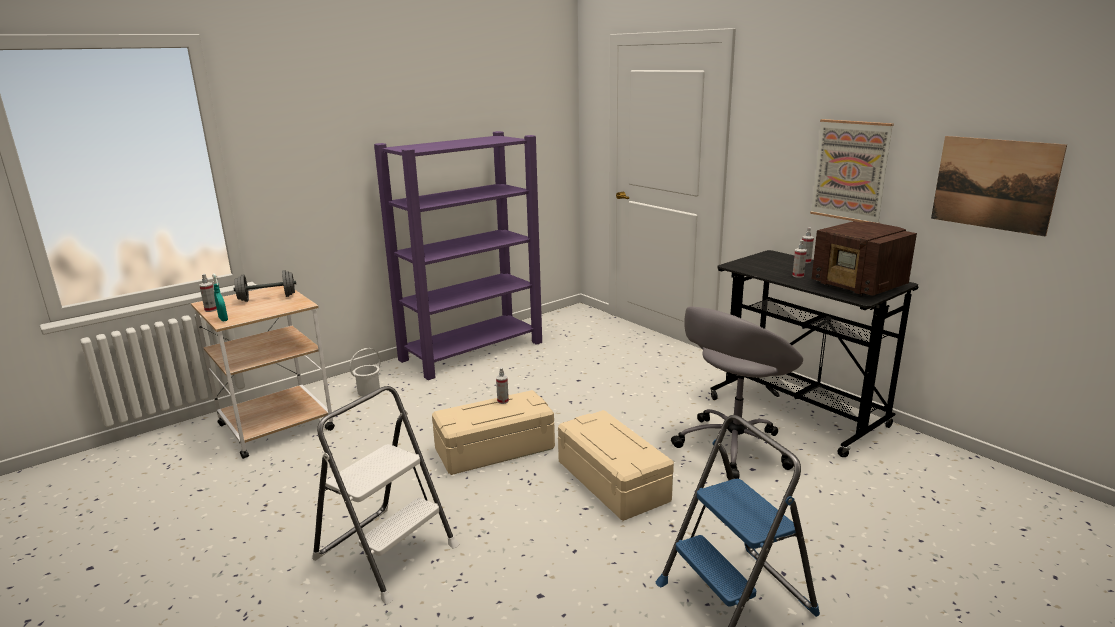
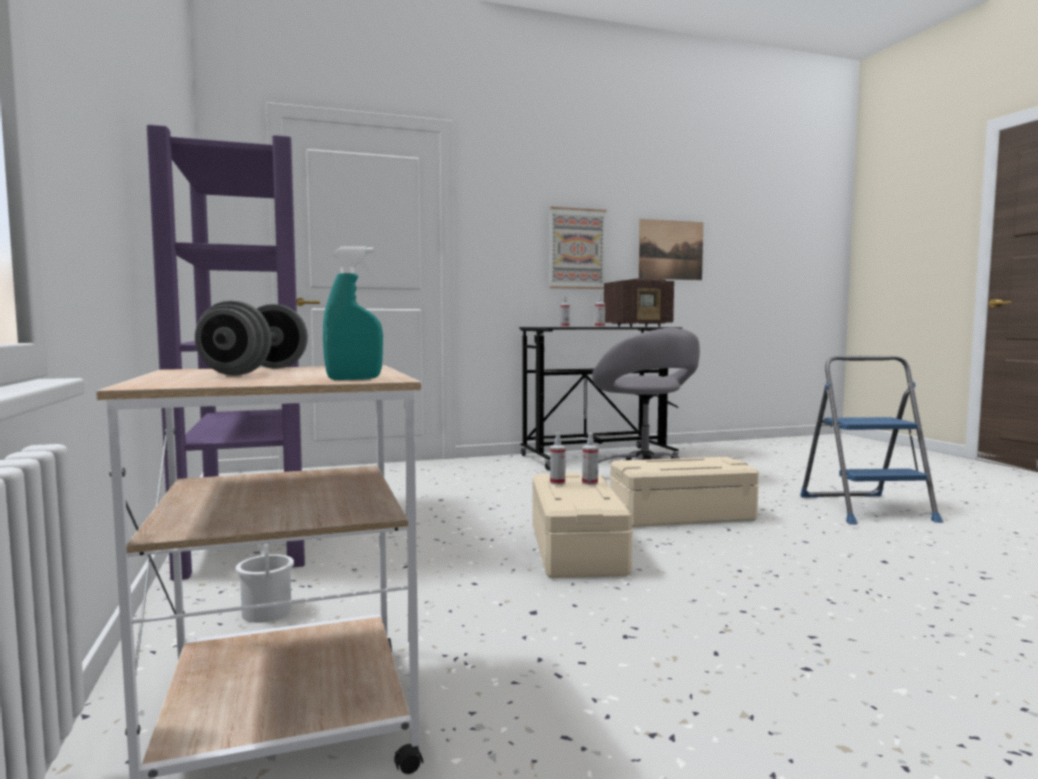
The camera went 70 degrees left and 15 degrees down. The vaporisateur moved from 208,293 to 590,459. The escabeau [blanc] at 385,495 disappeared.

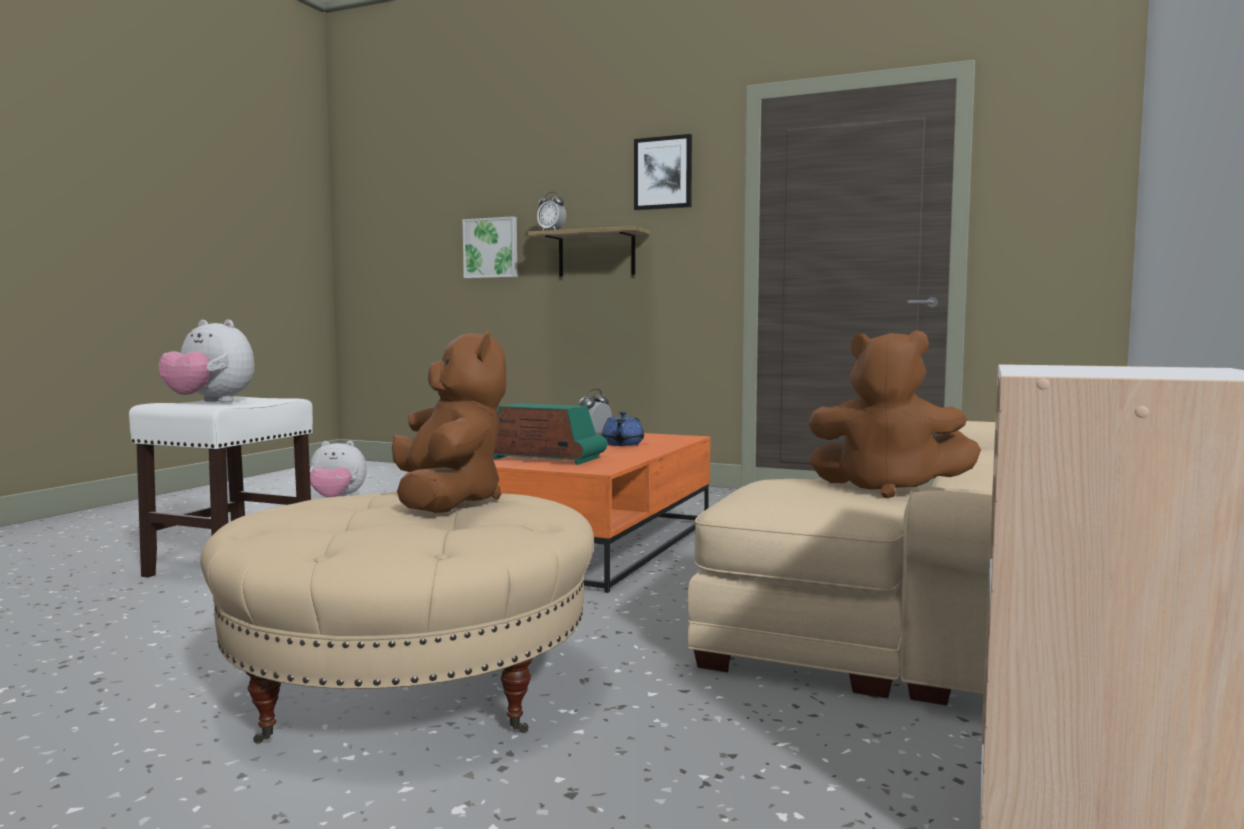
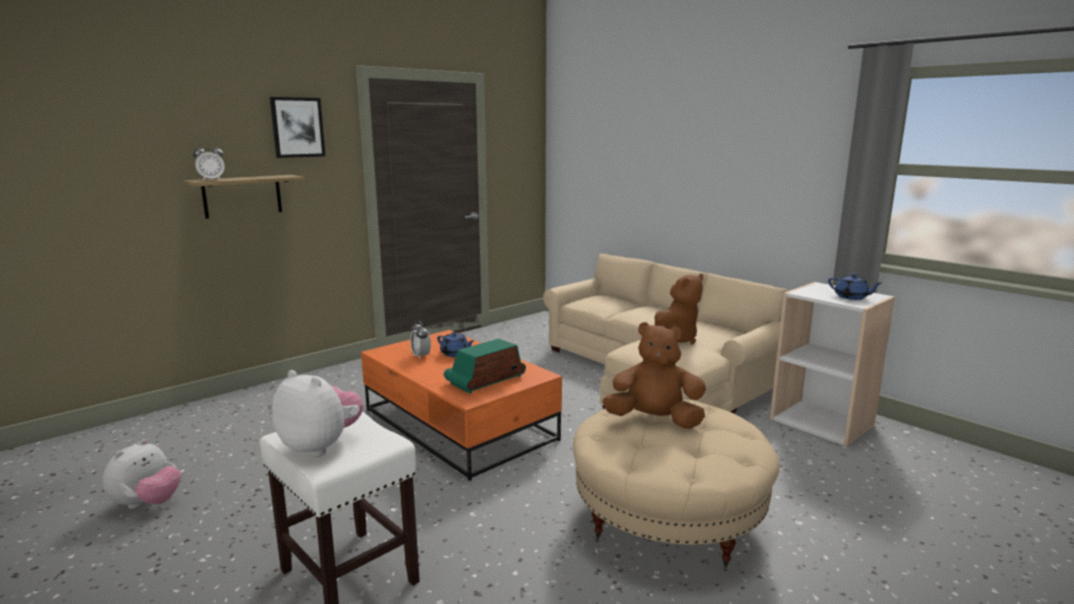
The camera went 65 degrees left and 10 degrees up. The peluche at 206,361 turned 105 degrees counterclockwise. The tableau at 490,247 disappeared. The théière [bleu] at 855,286 appeared.

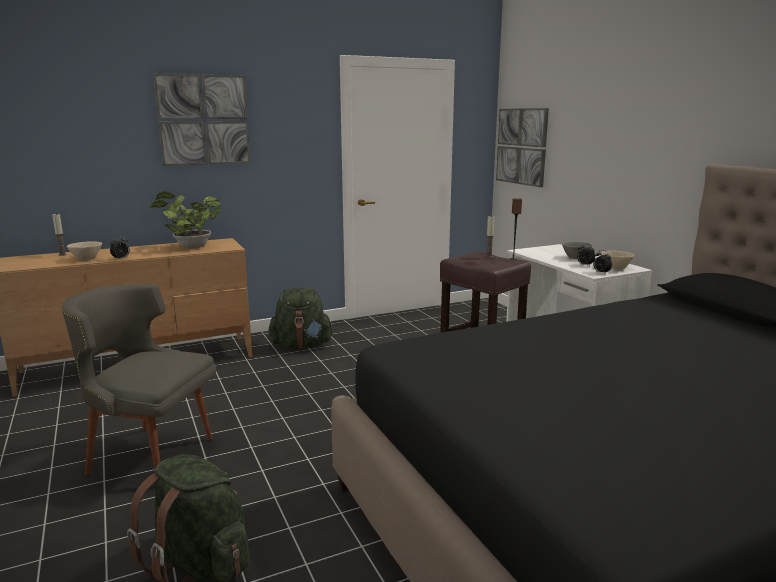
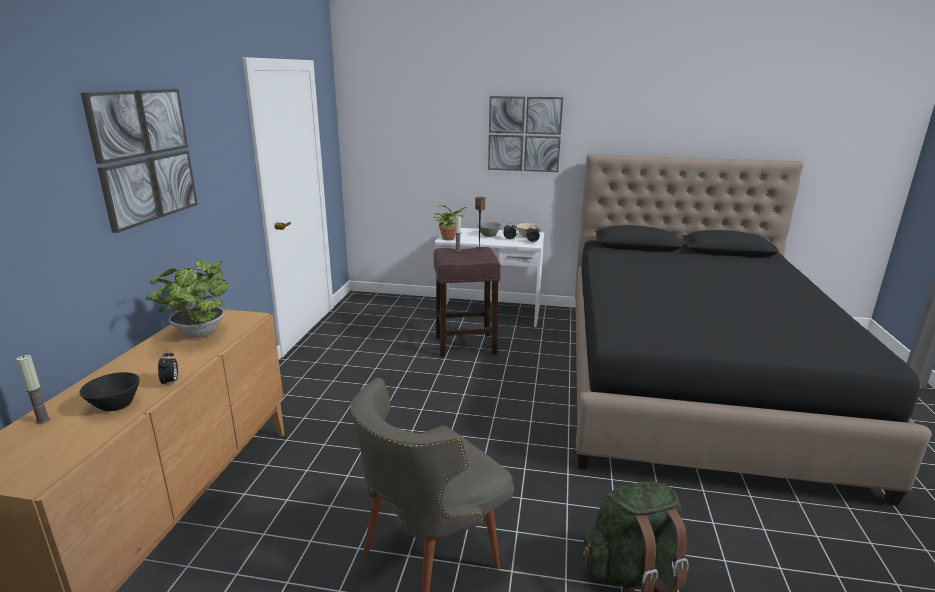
The camera went 55 degrees left and 5 degrees up. The bol [beige] at 84,250 became the bol [noir] at 109,391. The sac à dos [vert] at 301,318 disappeared. The tableau moved from 522,147 to 525,134. The plante en pot at 450,222 appeared.

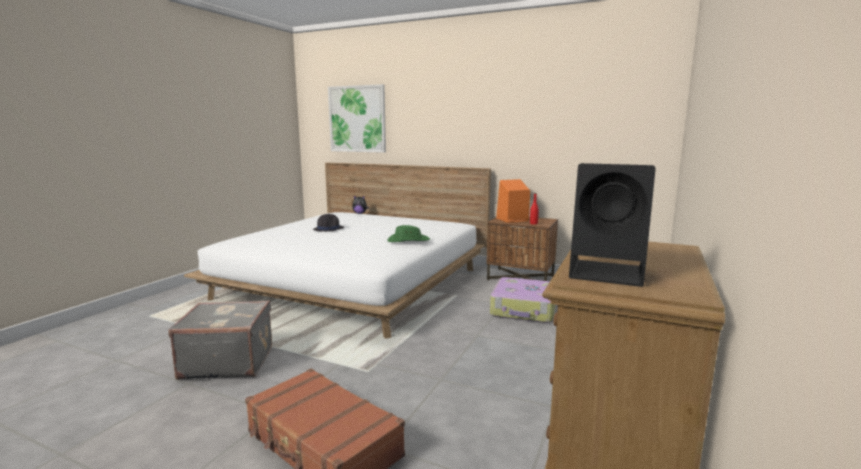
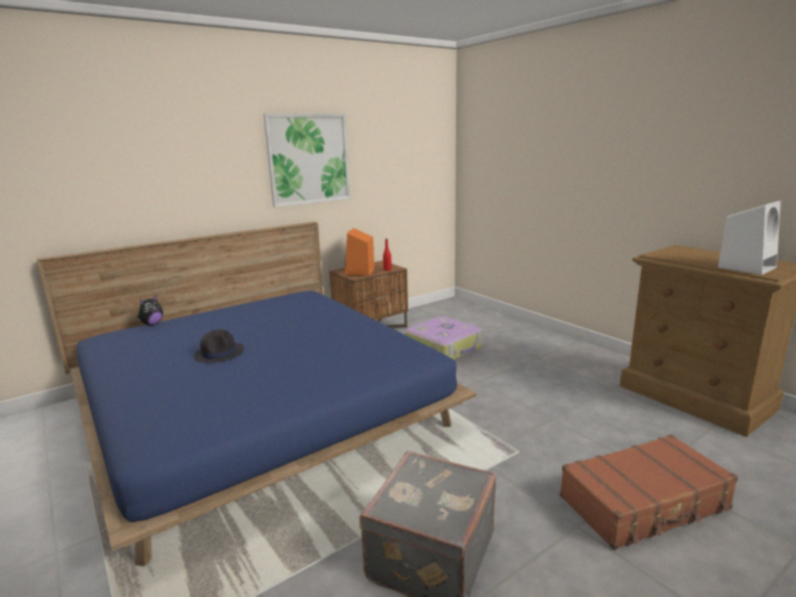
The camera went 60 degrees left and 5 degrees up. The lit [blanc] at 337,250 became the lit [bleu] at 256,394. The tableau moved from 357,118 to 307,160. The chapeau [vert] at 408,233 disappeared. The enceinte [noir] at 612,225 became the enceinte [blanc] at 749,238.

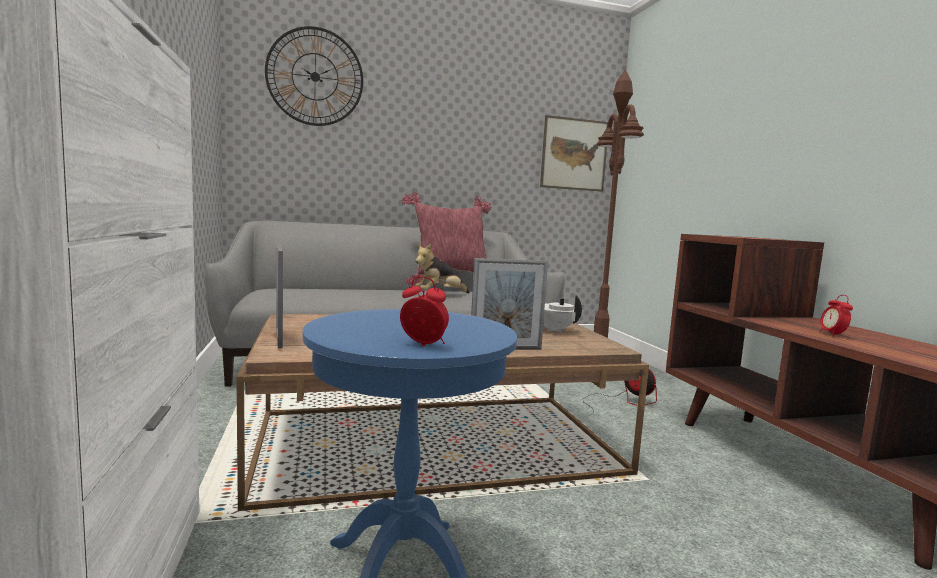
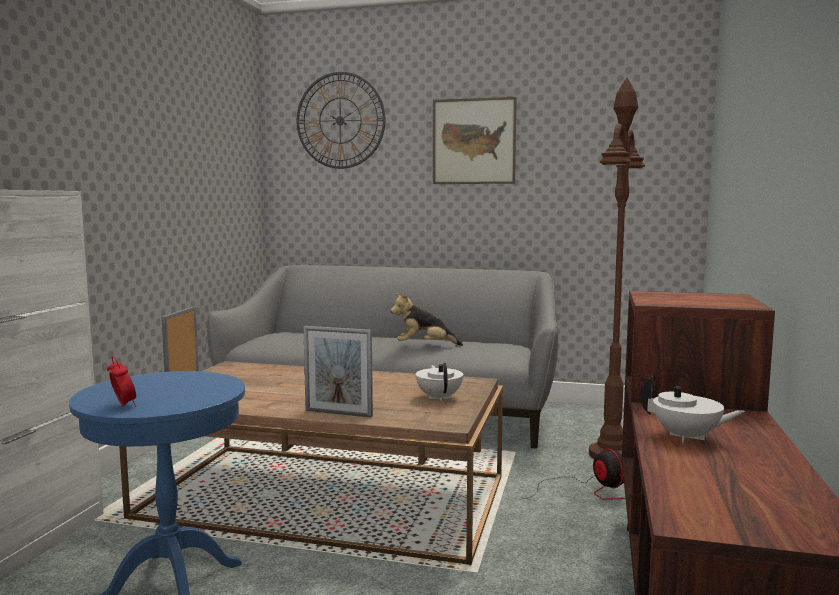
The camera went 30 degrees right and 0 degrees up. The coussin [rouge] at 447,239 disappeared. The tableau moved from 574,153 to 474,140. The réveil at 836,316 was replaced by the théière [blanc] at 692,409.

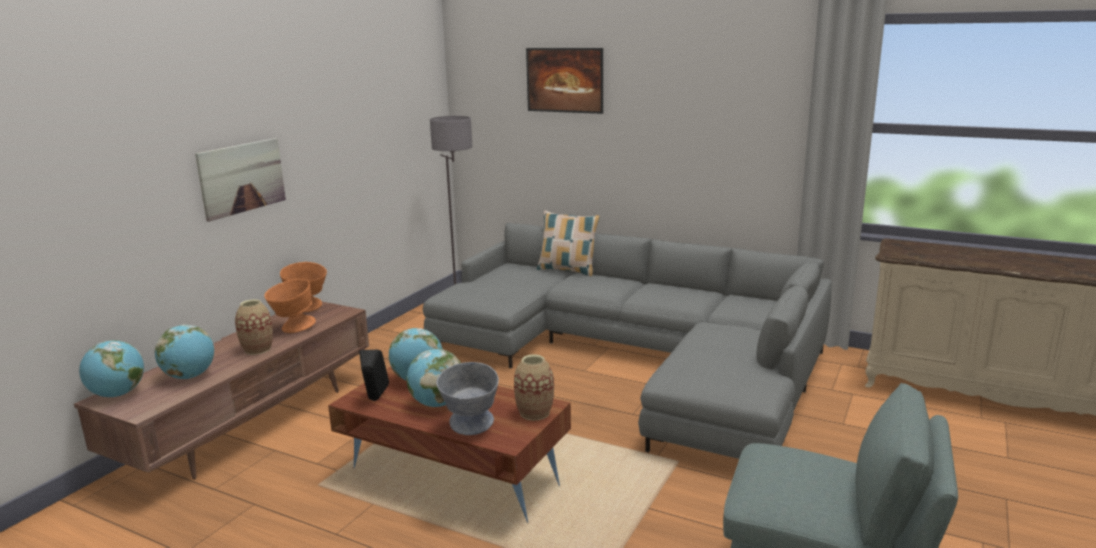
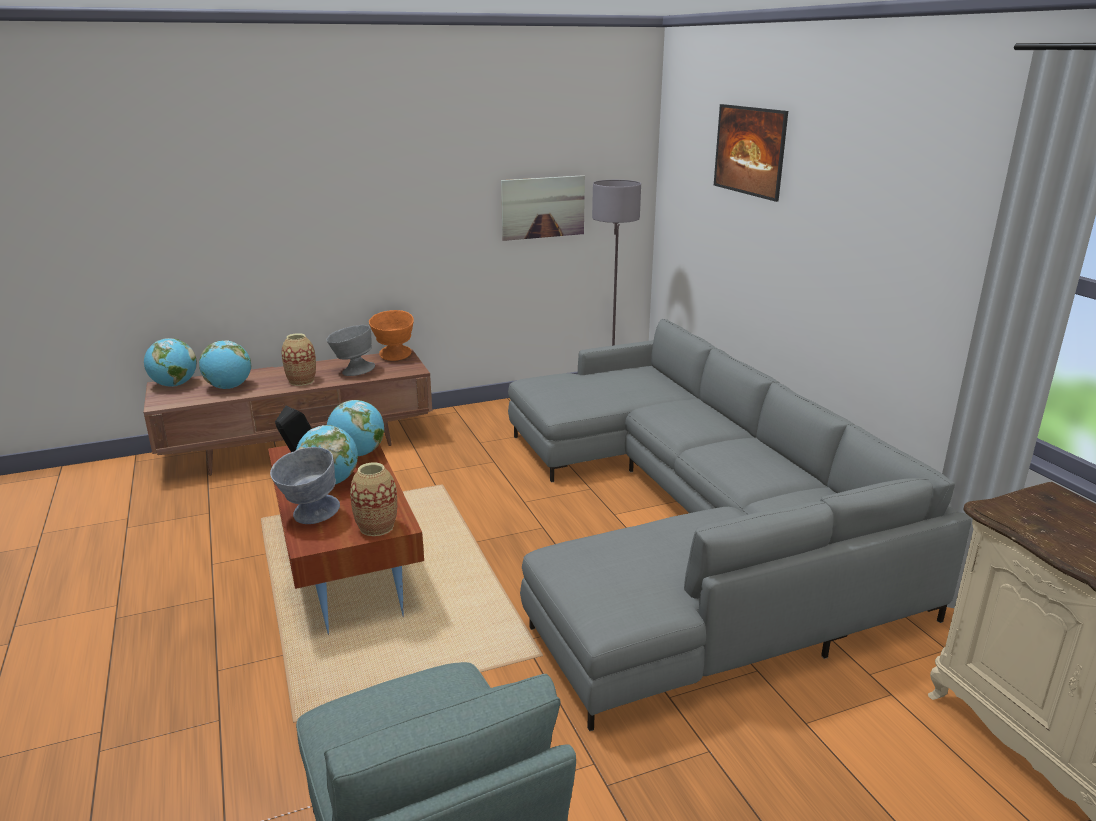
The camera went 40 degrees right and 5 degrees up. The tableau moved from 240,180 to 543,208. The bol [orange] at 290,306 became the bol [gris] at 350,350. The coussin at 568,243 disappeared.

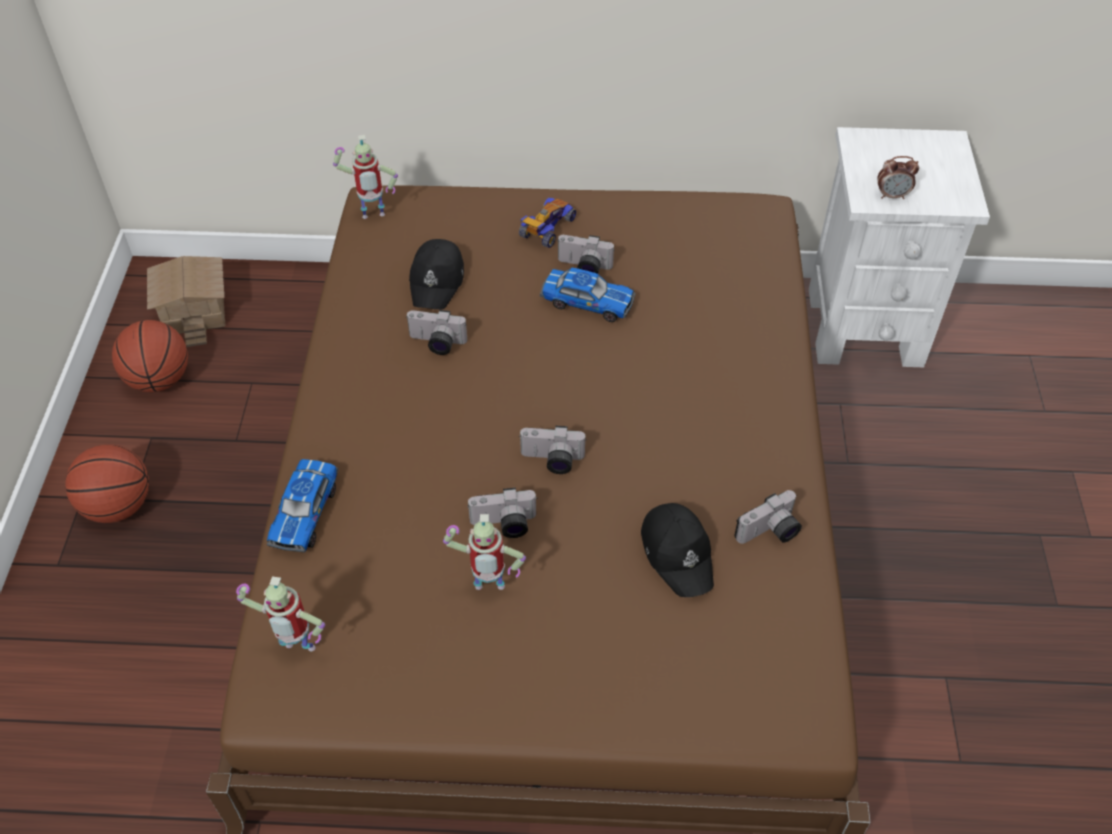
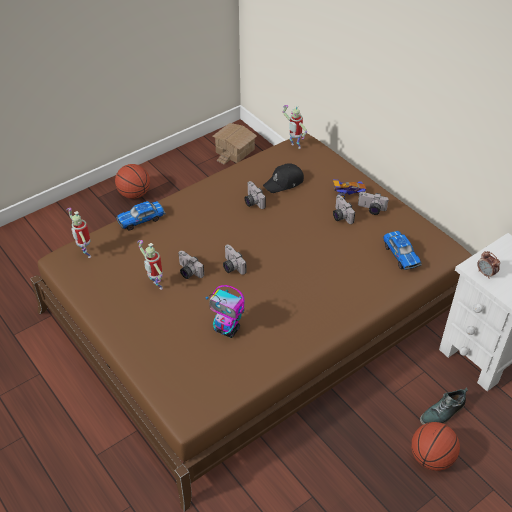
The camera went 50 degrees right and 5 degrees down. The ballon de basket moved from 150,356 to 435,446. The petite voiture moved from 588,295 to 402,250. The casquette [noir] at 677,550 was replaced by the robot jouet at 225,311. The appareil photo moved from 768,517 to 373,203. The chaussure at 444,406 appeared.

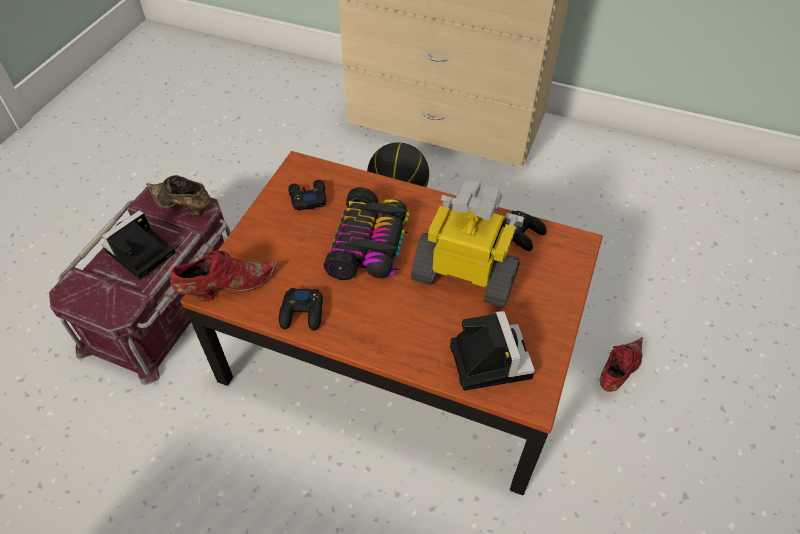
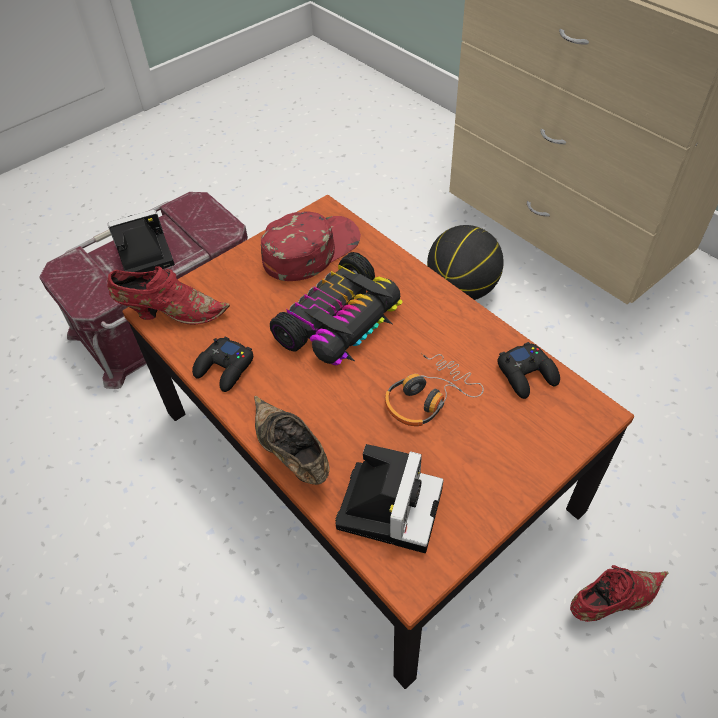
The camera went 30 degrees right and 0 degrees up. The chaussure [marron] moved from 178,195 to 292,440. The manette [noir] at 307,195 was replaced by the casquette [rouge] at 311,246. The robot jouet at 467,244 was replaced by the casque audio at 434,389.

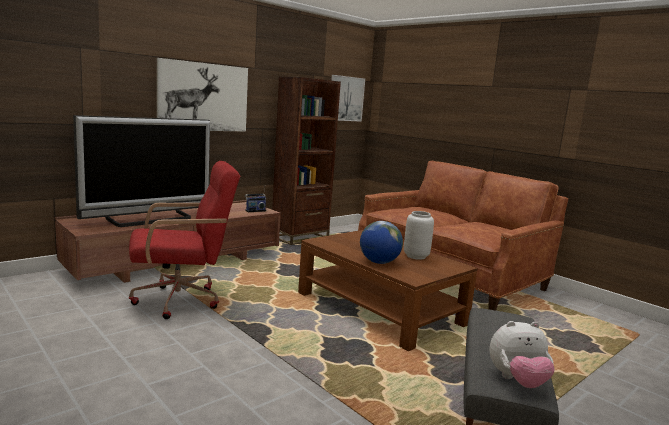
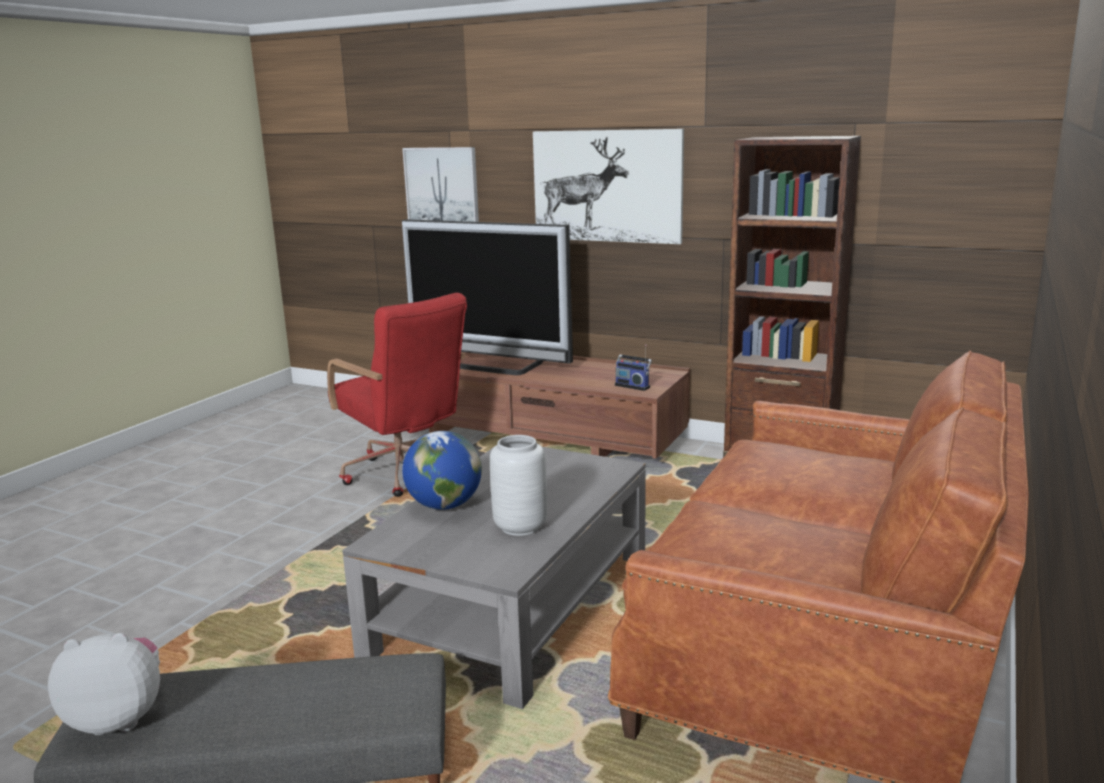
The camera went 70 degrees right and 5 degrees up. The table basse [marron] at 387,290 became the table basse [gris] at 494,578. The tableau moved from 348,98 to 440,184. The peluche at 522,354 turned 105 degrees clockwise.

